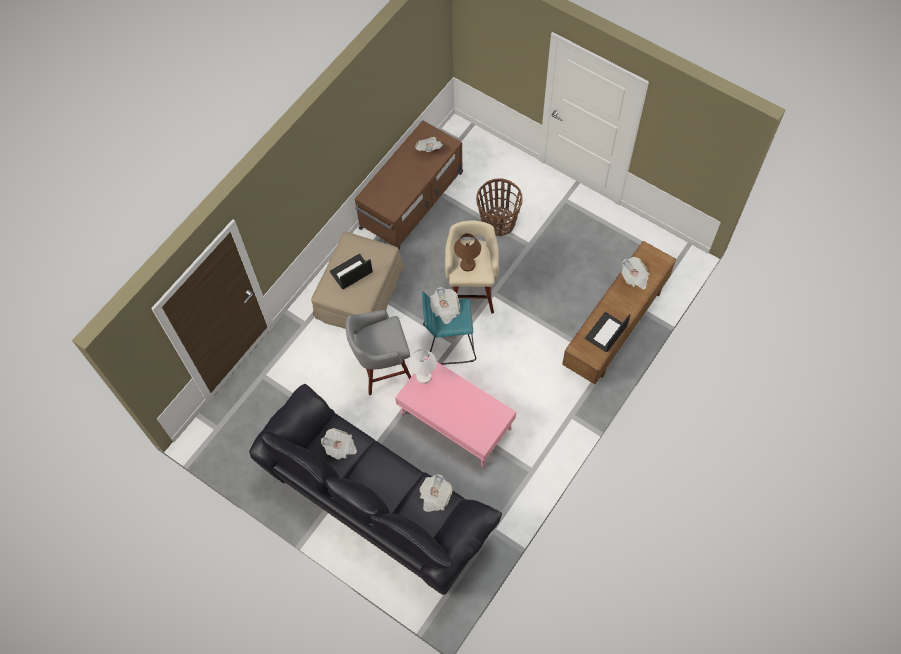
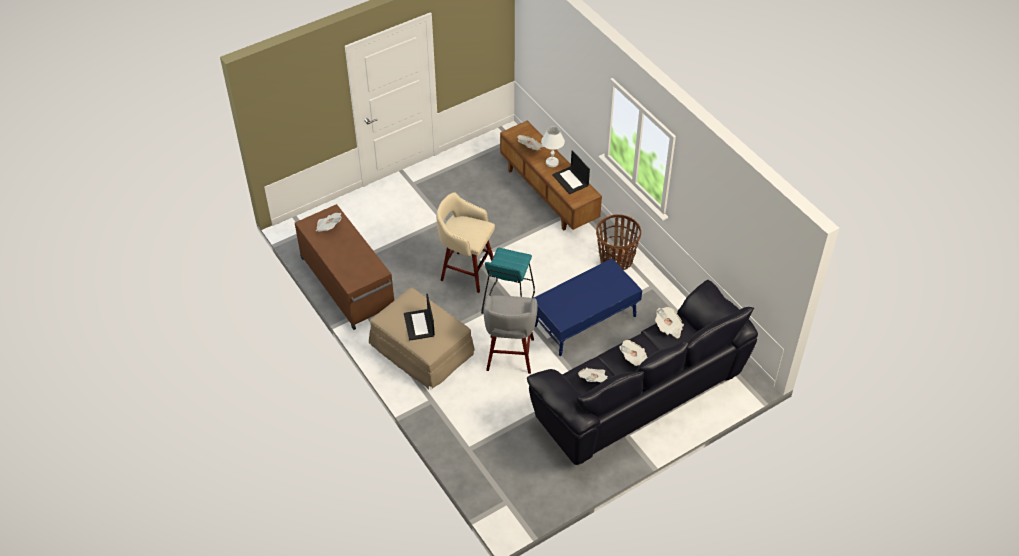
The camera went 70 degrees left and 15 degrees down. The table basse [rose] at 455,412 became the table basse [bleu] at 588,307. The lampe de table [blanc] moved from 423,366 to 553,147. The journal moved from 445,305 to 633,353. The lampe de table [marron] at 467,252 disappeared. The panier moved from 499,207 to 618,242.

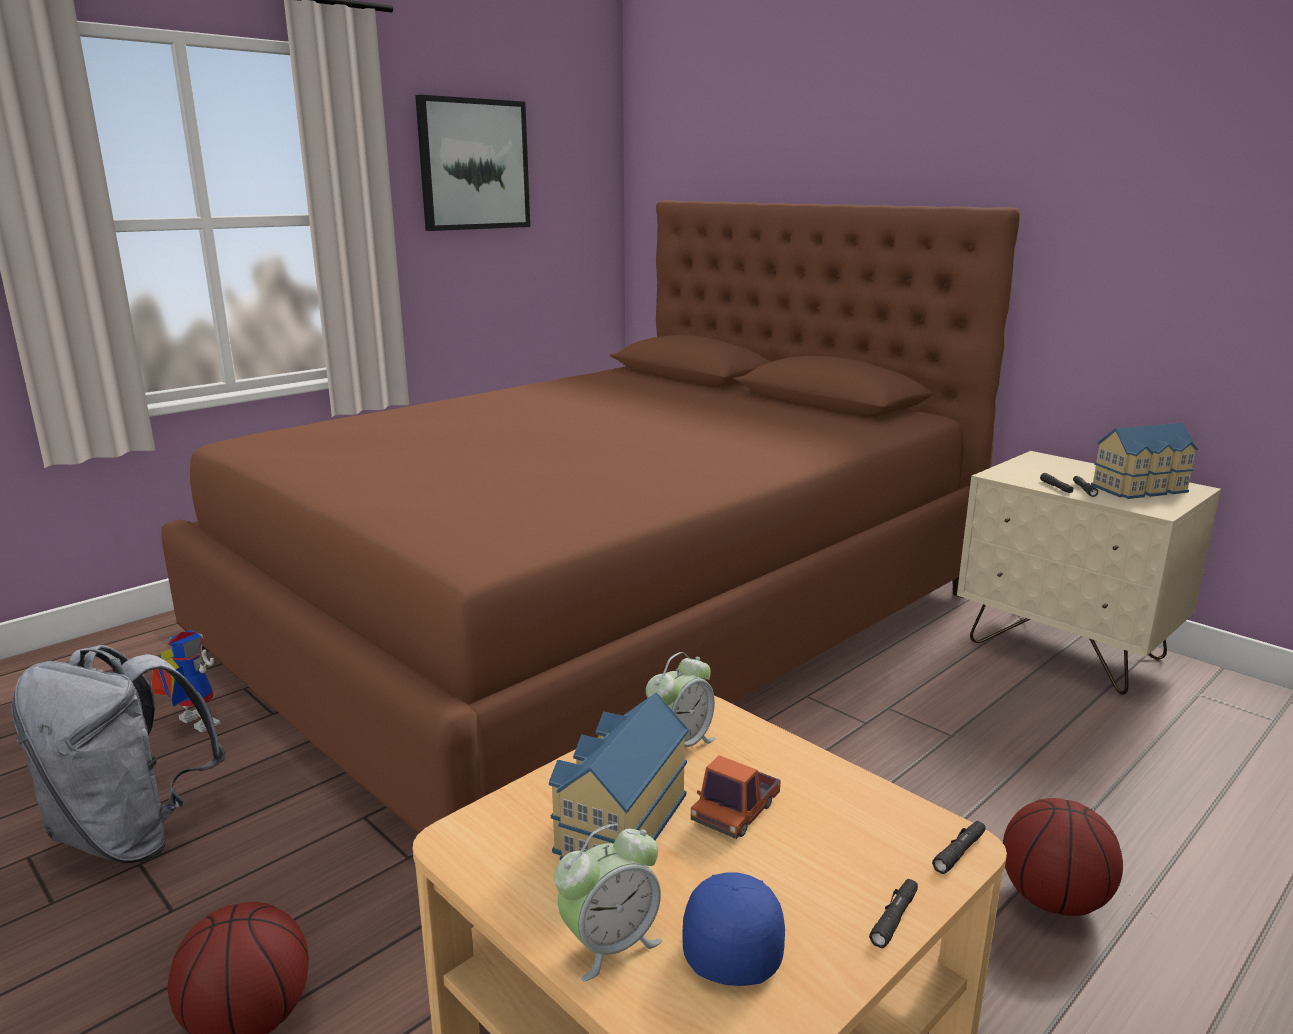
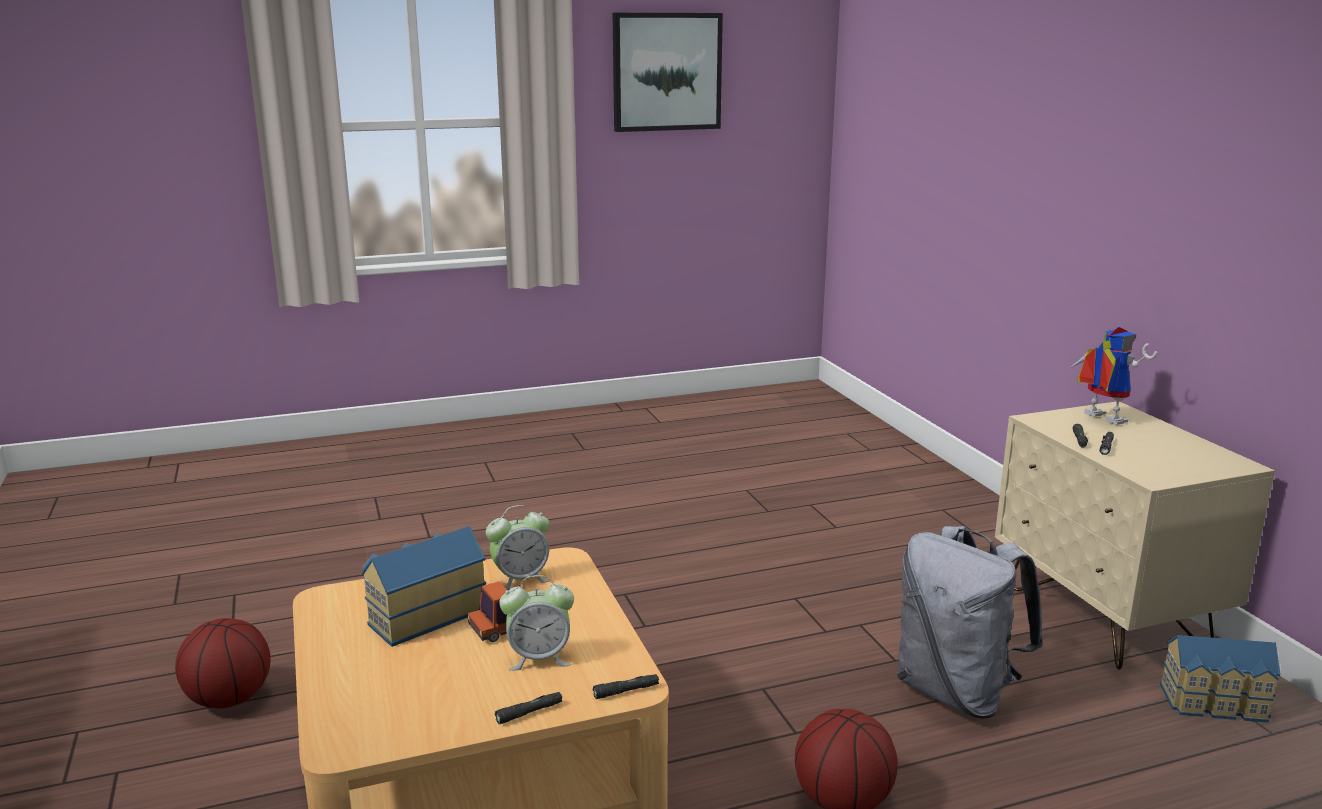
The camera went 25 degrees right and 0 degrees up. The sac à dos [gris] moved from 118,754 to 970,622. The robot jouet moved from 185,681 to 1113,376. The lit [marron] at 591,517 disappeared. The réveil moved from 608,902 to 536,623. The casquette [bleu] at 733,929 disappeared. The maison miniature moved from 1144,461 to 1220,679.

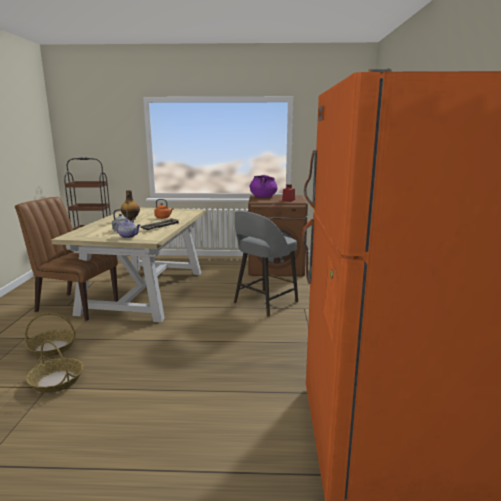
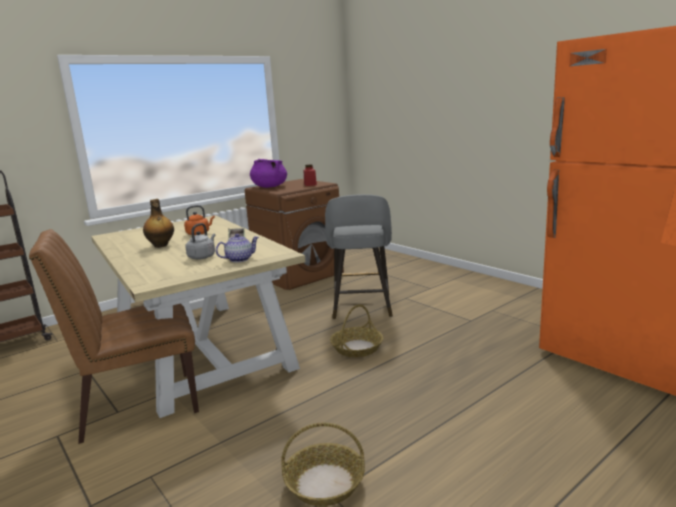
The camera went 40 degrees left and 0 degrees up. The panier moved from 50,335 to 356,330.

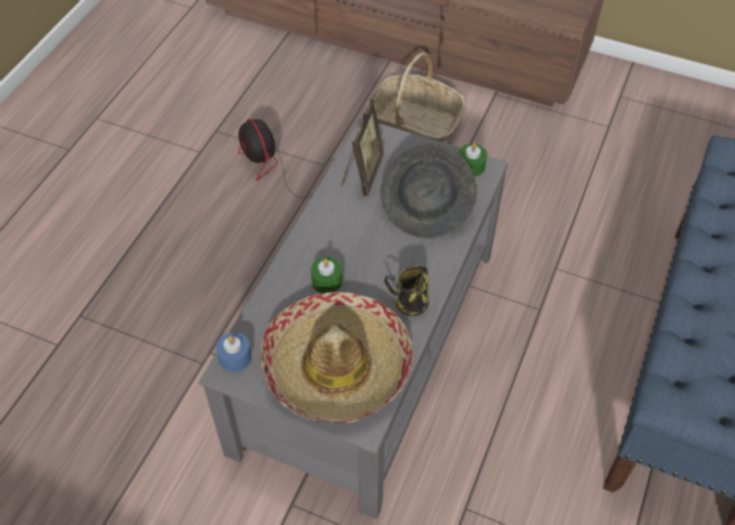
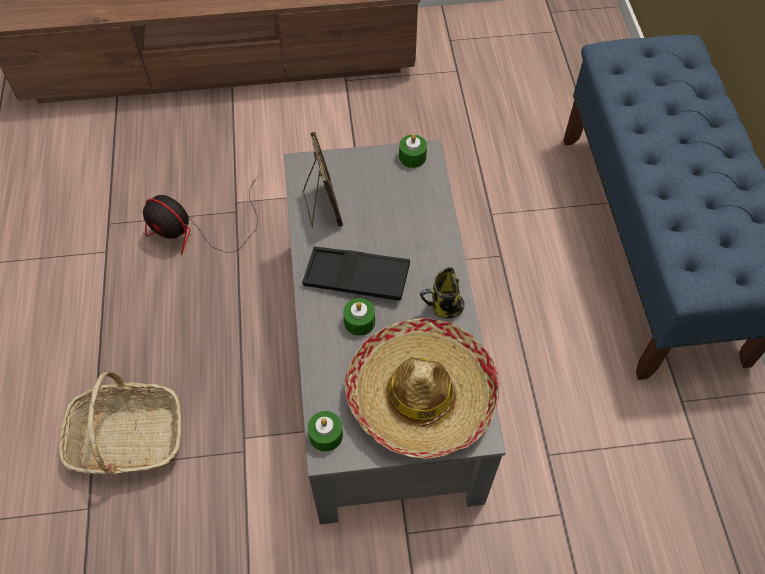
The camera went 30 degrees left and 5 degrees up. The bougie [bleu] at 234,352 became the bougie [vert] at 325,431. The panier moved from 416,97 to 120,423. The chapeau [gris] at 429,191 disappeared. The plateau [noir] at 356,274 appeared.

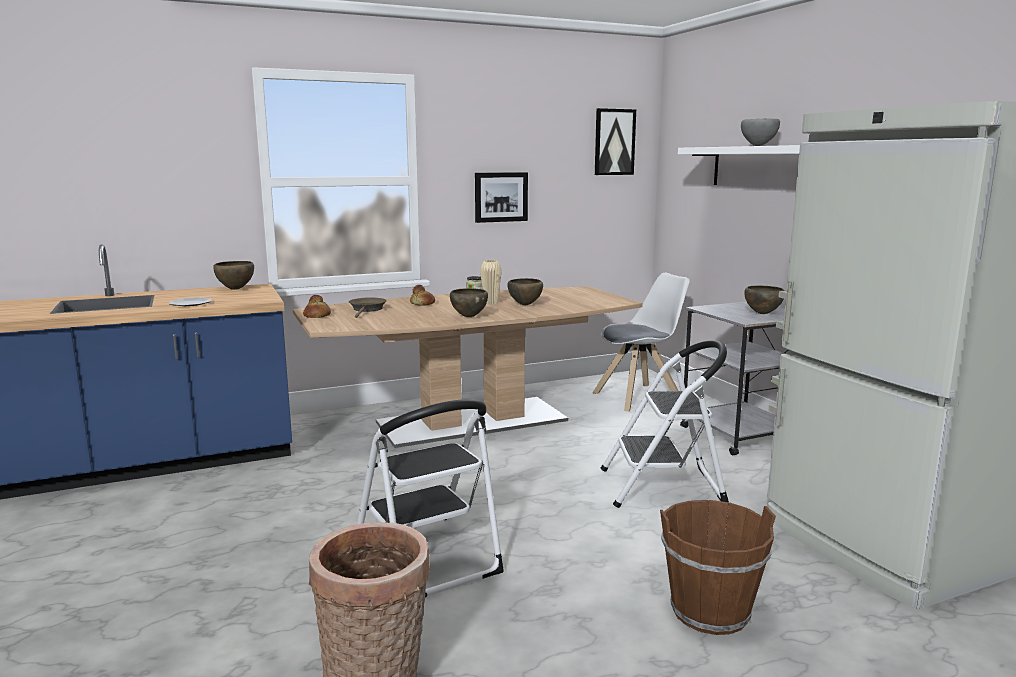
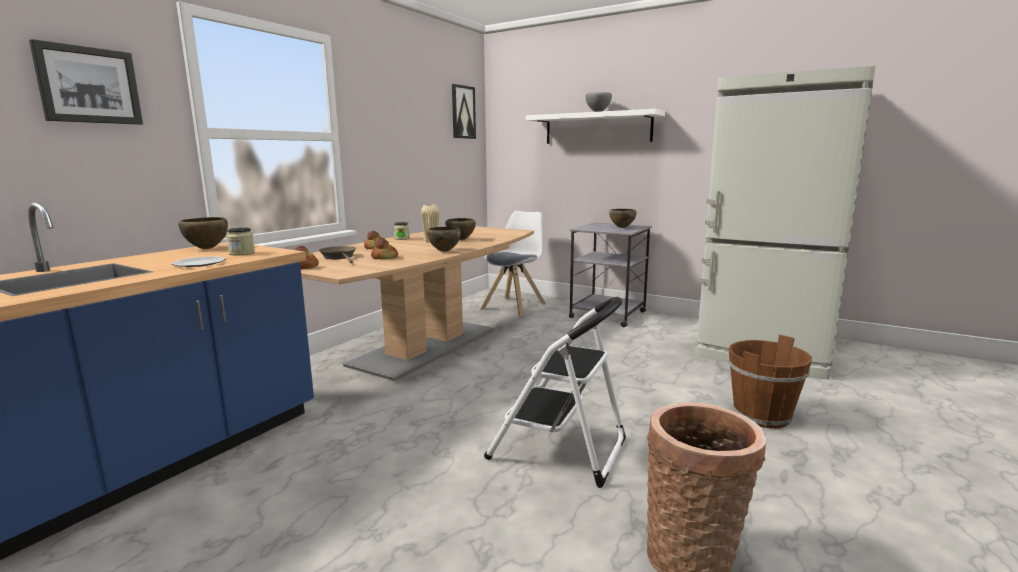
The camera went 35 degrees left and 0 degrees up. The tableau moved from 501,197 to 86,82. The escabeau at 665,424 disappeared. The bocal at 241,241 appeared. The pain at 384,249 appeared.

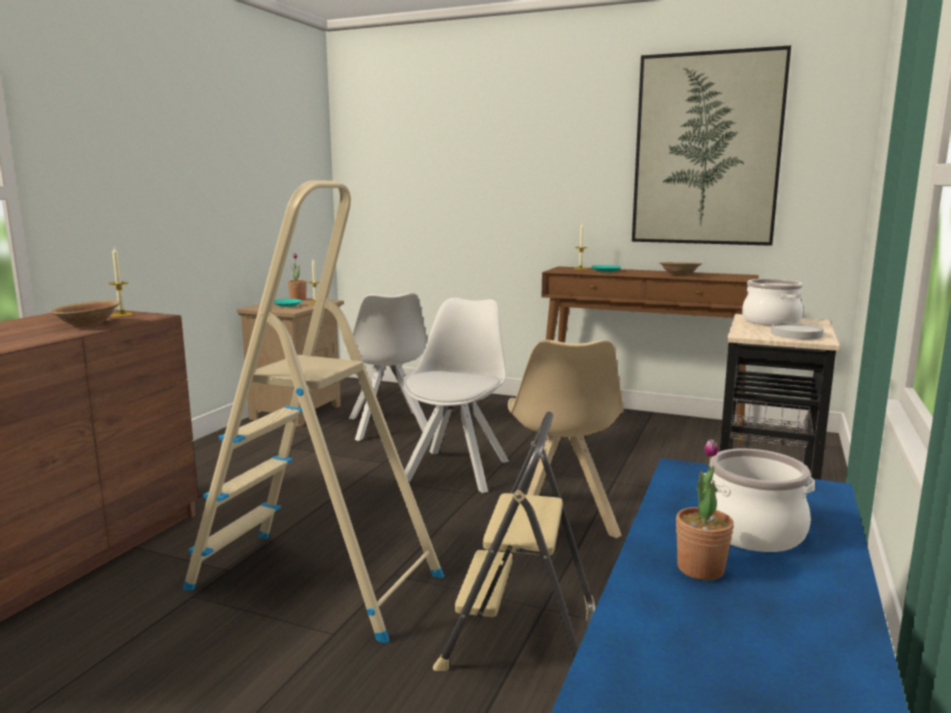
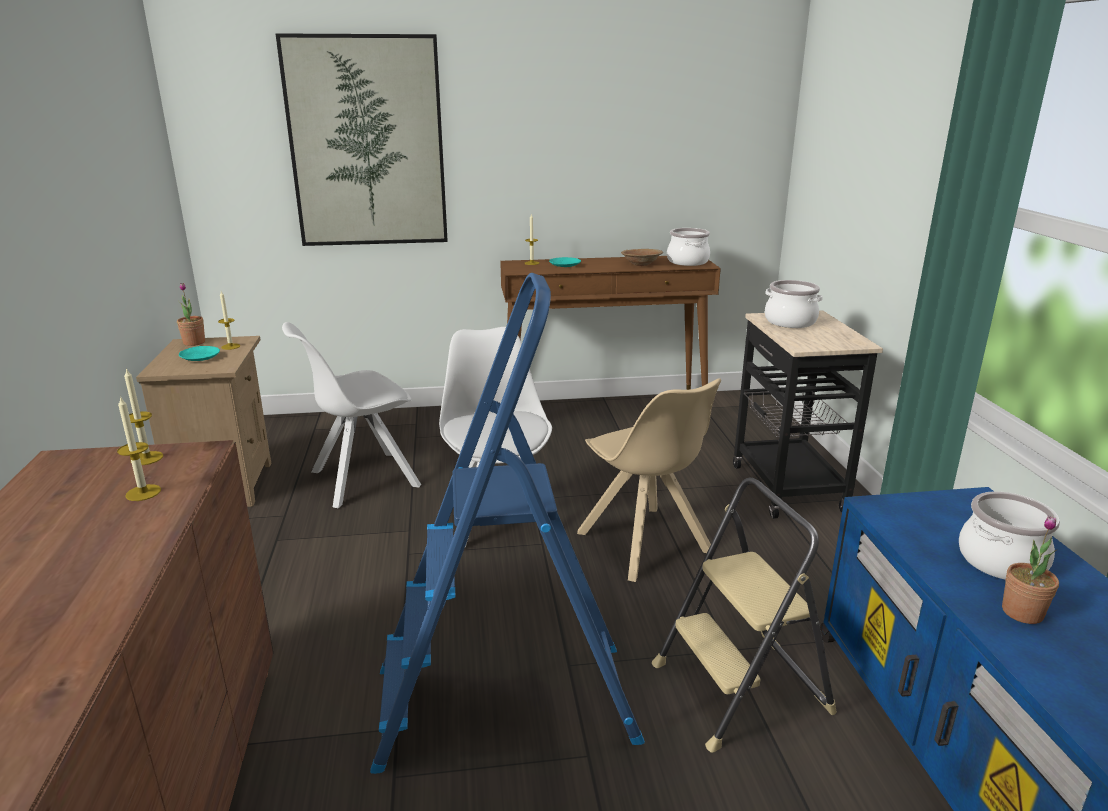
The camera went 30 degrees left and 10 degrees up. The bol [marron] at 85,313 was replaced by the bougie at 139,448. The escabeau [beige] at 313,411 became the escabeau [bleu] at 507,523. The chaise [blanc] at 386,367 turned 105 degrees clockwise. The tableau moved from 711,145 to 362,139. The assiette [blanc] at 797,331 disappeared. The marmite at 688,247 appeared.

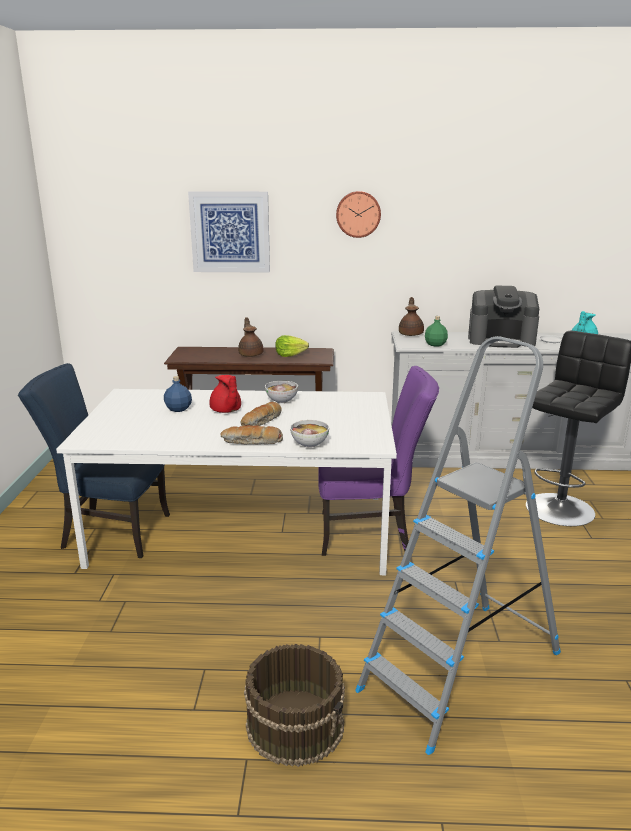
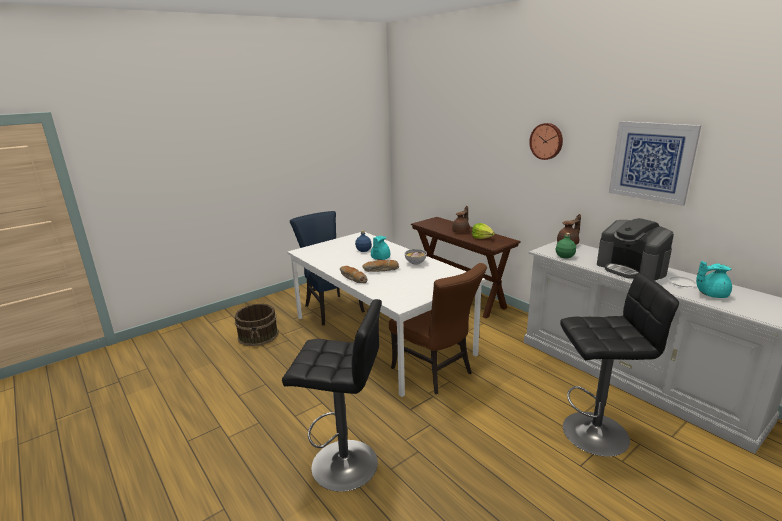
The camera went 50 degrees right and 0 degrees up. The tableau moved from 229,232 to 655,163. The théière [rouge] at 225,394 became the théière [turquoise] at 380,248. The seau [marron] moved from 294,705 to 256,325. The bol at 309,434 disappeared. The chaise [violet] at 378,461 became the chaise [marron] at 438,328. The escabeau [gris] at 458,545 was replaced by the tabouret [noir] at 332,395.

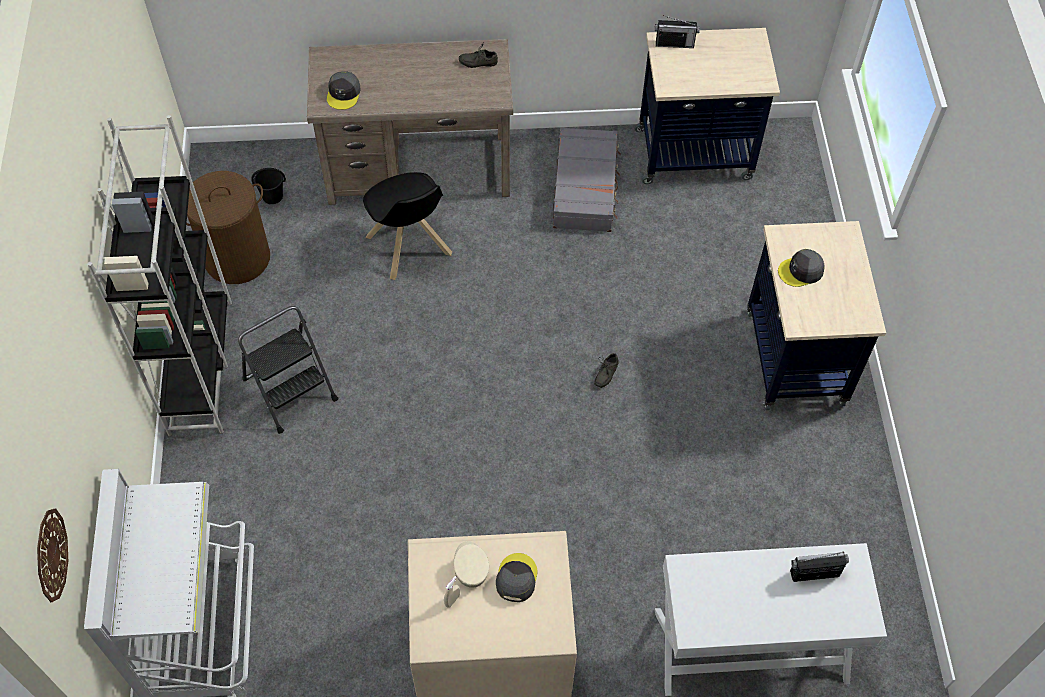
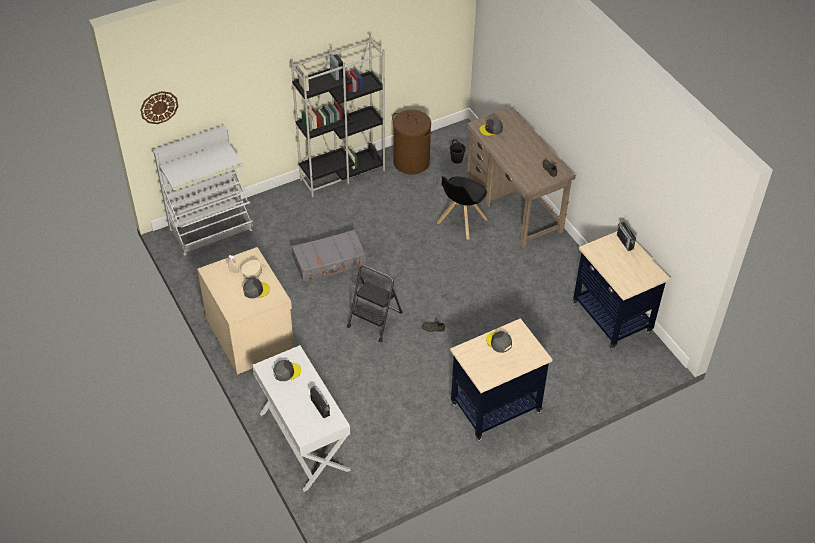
The camera went 65 degrees right and 10 degrees down. The escabeau [noir] moved from 288,370 to 374,303. The valise [gris] moved from 587,179 to 329,256. The casquette [gris] at 287,370 appeared.

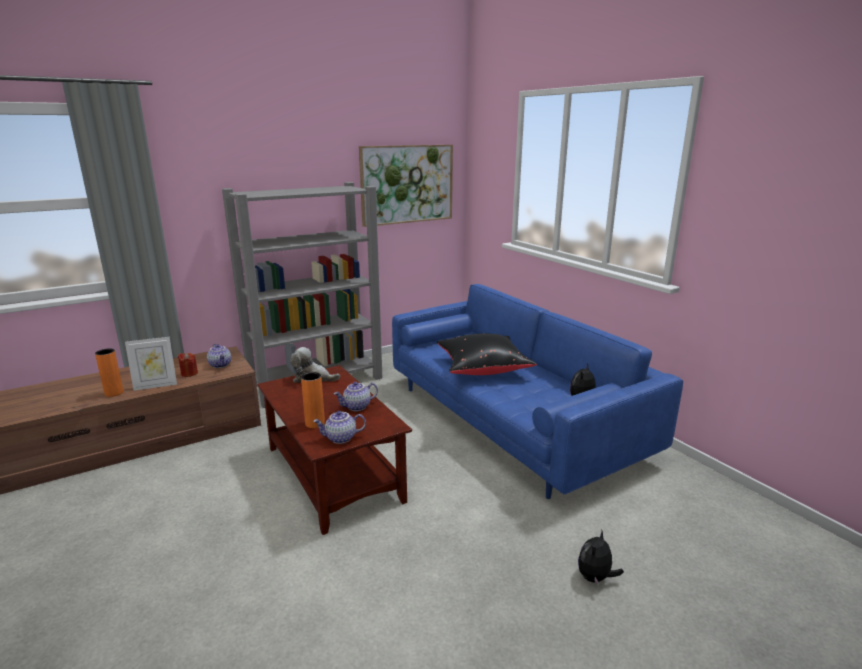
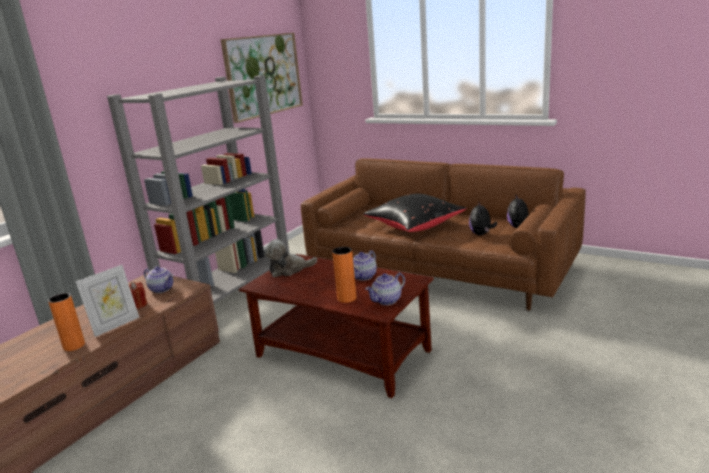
The camera went 25 degrees left and 0 degrees up. The canapé [bleu] at 537,391 became the canapé [marron] at 443,234. The peluche moved from 601,558 to 483,218.

